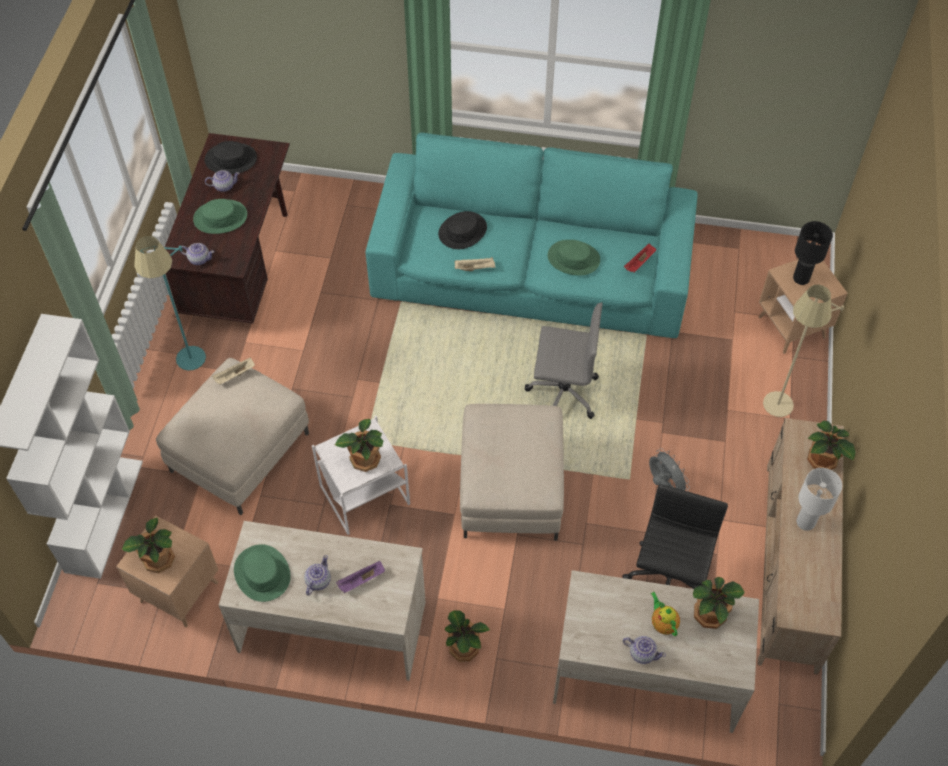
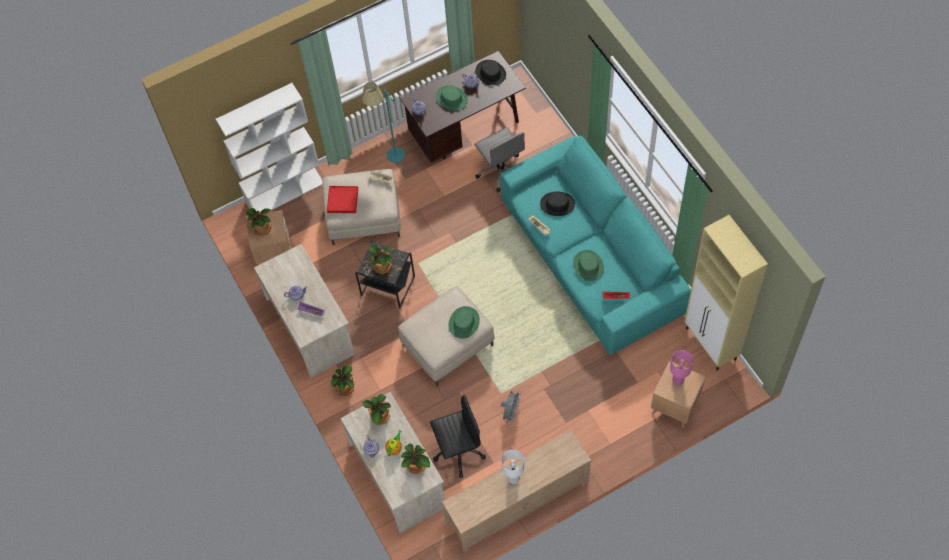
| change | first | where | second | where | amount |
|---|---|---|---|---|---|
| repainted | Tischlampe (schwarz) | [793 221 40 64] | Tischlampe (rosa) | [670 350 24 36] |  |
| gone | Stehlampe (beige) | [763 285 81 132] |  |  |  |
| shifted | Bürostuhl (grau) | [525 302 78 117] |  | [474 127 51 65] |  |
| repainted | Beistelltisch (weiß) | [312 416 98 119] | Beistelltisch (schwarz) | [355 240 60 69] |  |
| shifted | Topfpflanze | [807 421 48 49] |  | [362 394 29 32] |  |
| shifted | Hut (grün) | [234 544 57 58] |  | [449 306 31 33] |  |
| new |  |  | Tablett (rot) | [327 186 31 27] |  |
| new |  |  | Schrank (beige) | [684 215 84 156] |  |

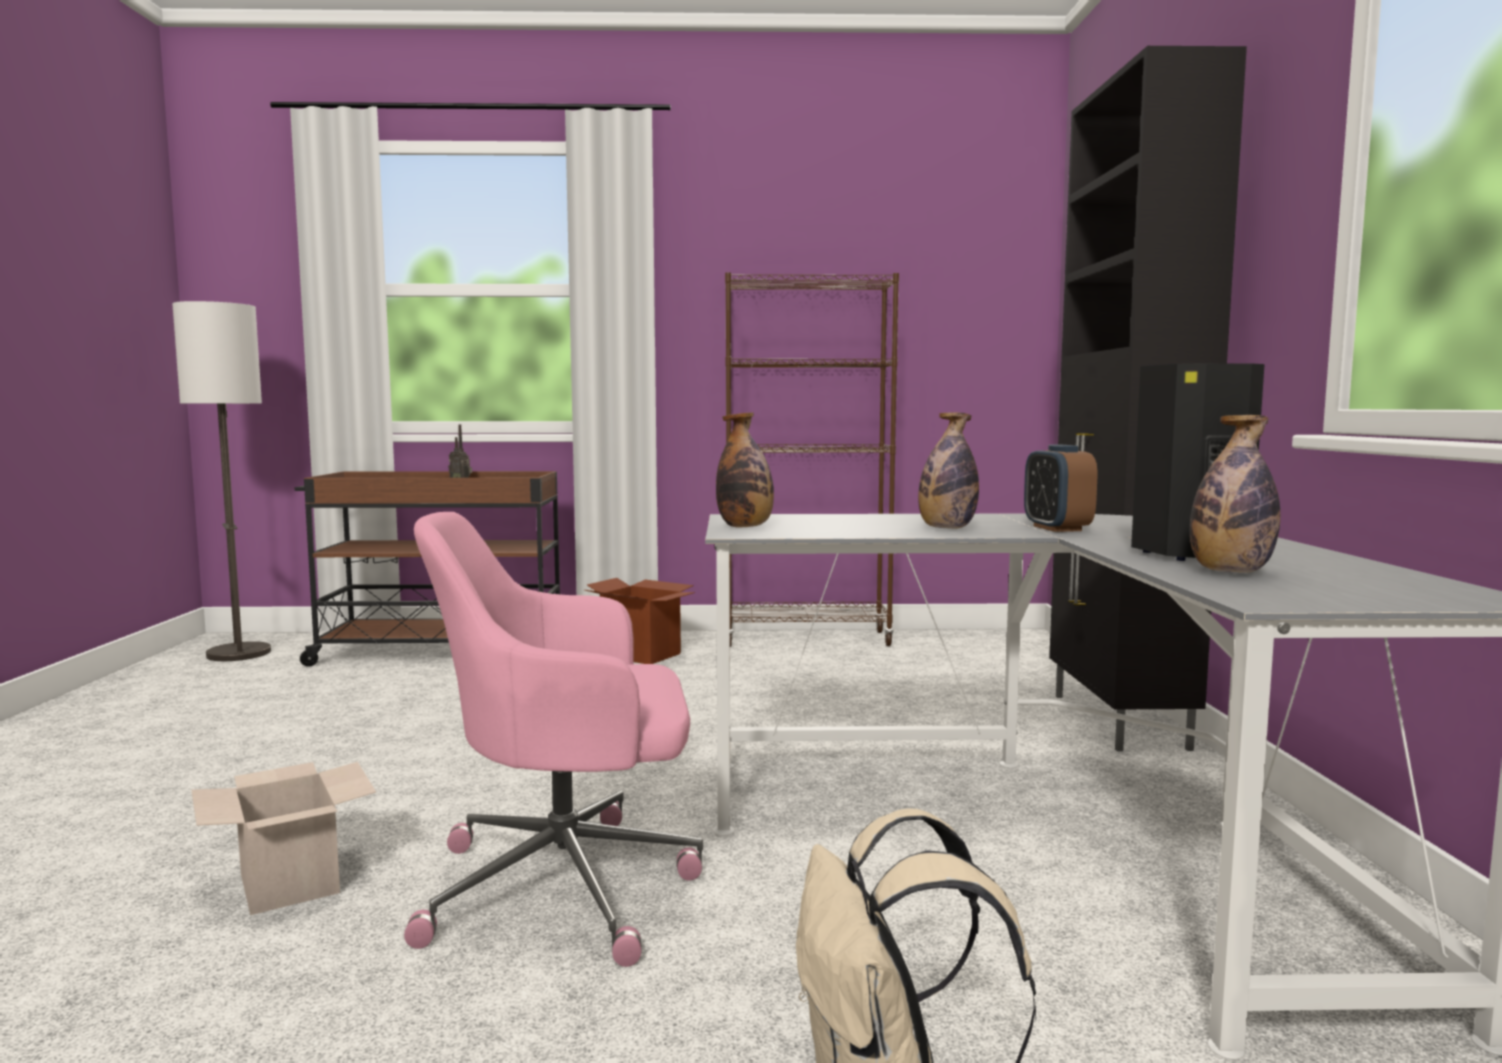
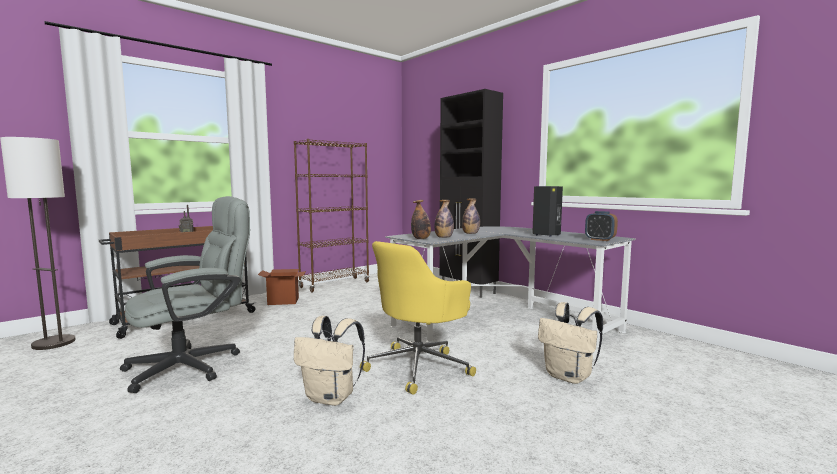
| change | first | where | second | where | amount |
|---|---|---|---|---|---|
| shifted | Flasche | [1190 415 90 158] |  | [435 200 19 38] |  |
| shifted | Wecker | [1024 445 73 87] |  | [585 211 33 30] |  |
| repainted | Bürostuhl (rosa) | [404 512 299 455] | Bürostuhl (gelb) | [360 241 116 154] |  |
| swapped | Karton | [191 762 185 153] | Rucksack (beige) | [294 316 71 90] |  |
| new |  |  | Bürostuhl (grau) | [120 196 130 197] |  |

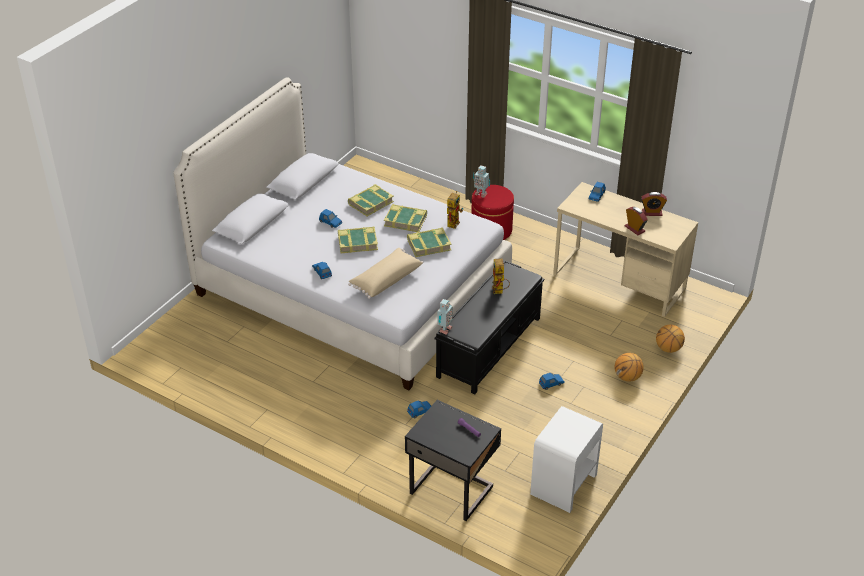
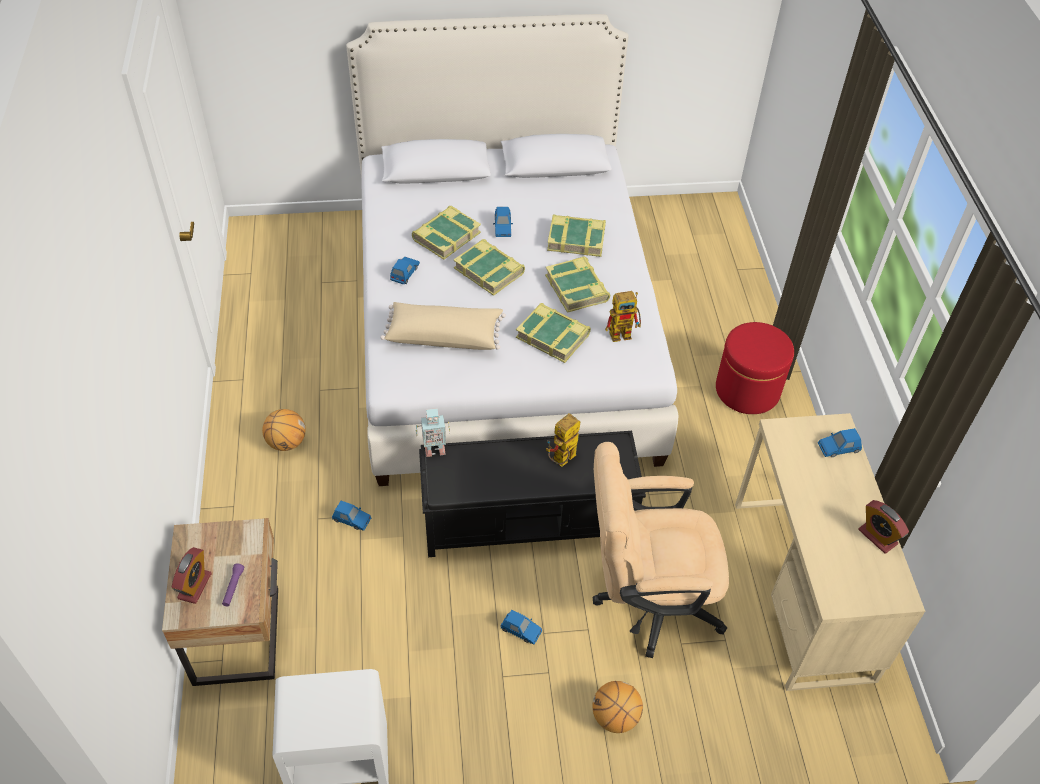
| change | first | where | second | where | amount |
|---|---|---|---|---|---|
| gone | Spielzeugroboter | [473 165 17 33] |  |  |  |
| shifted | Wecker | [625 207 23 28] |  | [172 547 40 57] |  |
| shifted | Basketball | [656 324 29 29] |  | [262 409 44 42] |  |
| repainted | Nachttisch (schwarz) | [405 400 96 121] | Nachttisch (beige) | [162 518 116 168] |  |
| new |  |  | Buch | [412 206 69 54] |  |
| new |  |  | Bürostuhl (beige) | [593 442 136 216] |  |

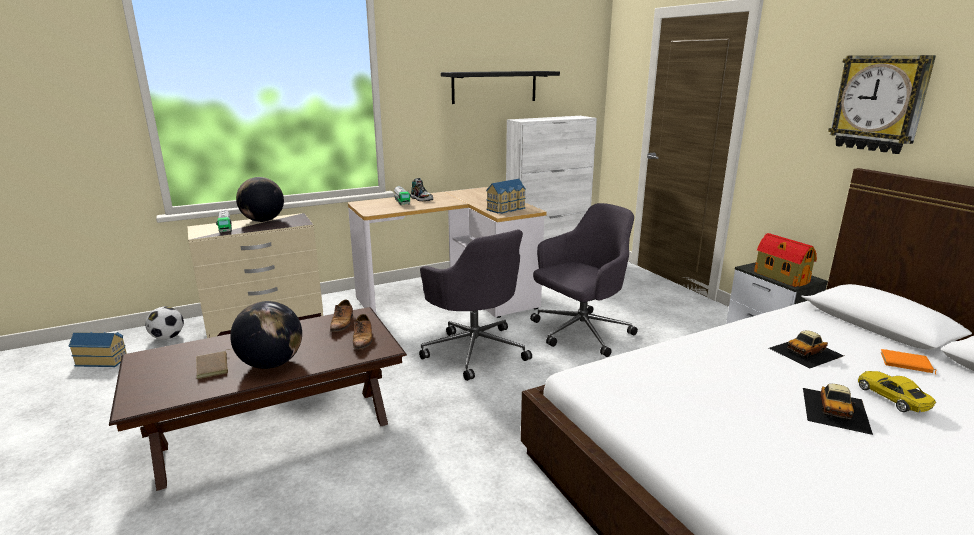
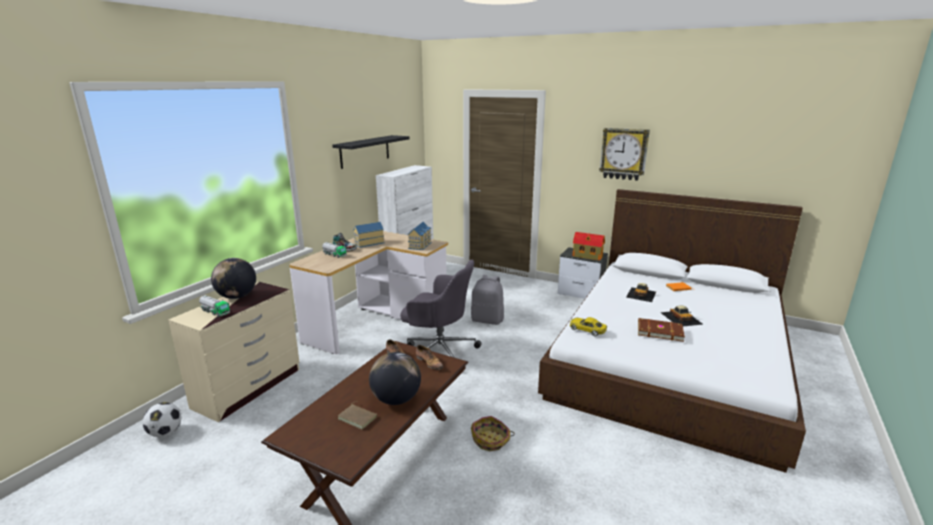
| change | first | where | second | where | amount |
|---|---|---|---|---|---|
| swapped | Bürostuhl (grau) | [530 203 108 154] | Rucksack (grau) | [471 275 33 50] |  |
| shifted | Spielzeughaus | [69 332 58 35] |  | [353 222 31 26] |  |
| shifted | Spielzeugauto (gelb) | [858 371 78 41] |  | [570 317 37 20] |  |
| new |  |  | Buch (braun) | [638 318 47 24] |  |
| new |  |  | Korb | [471 416 44 35] |  |

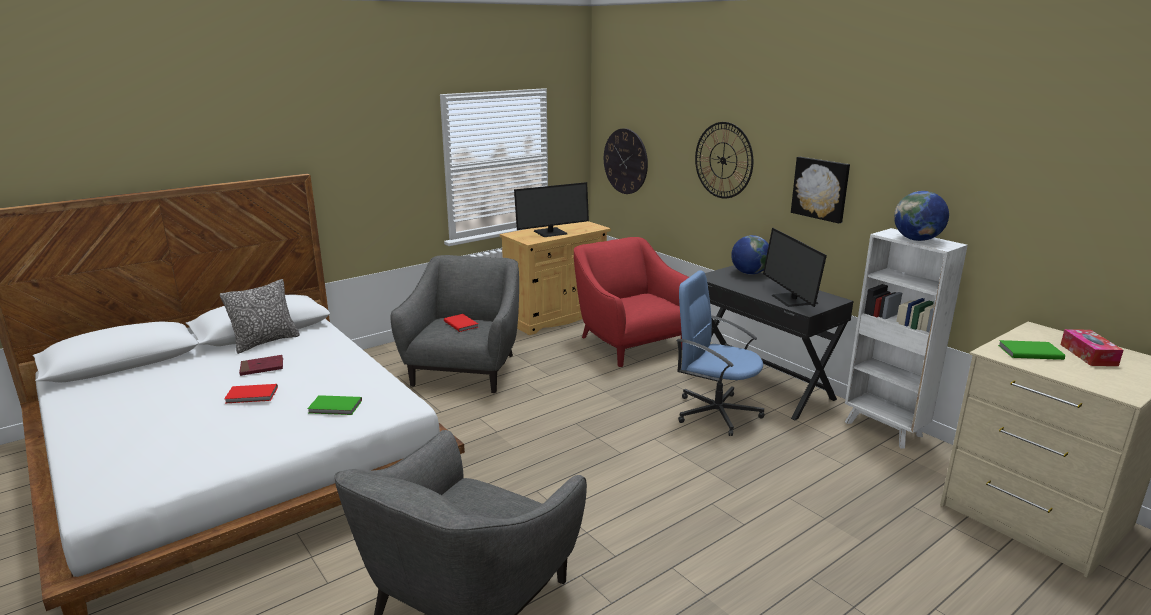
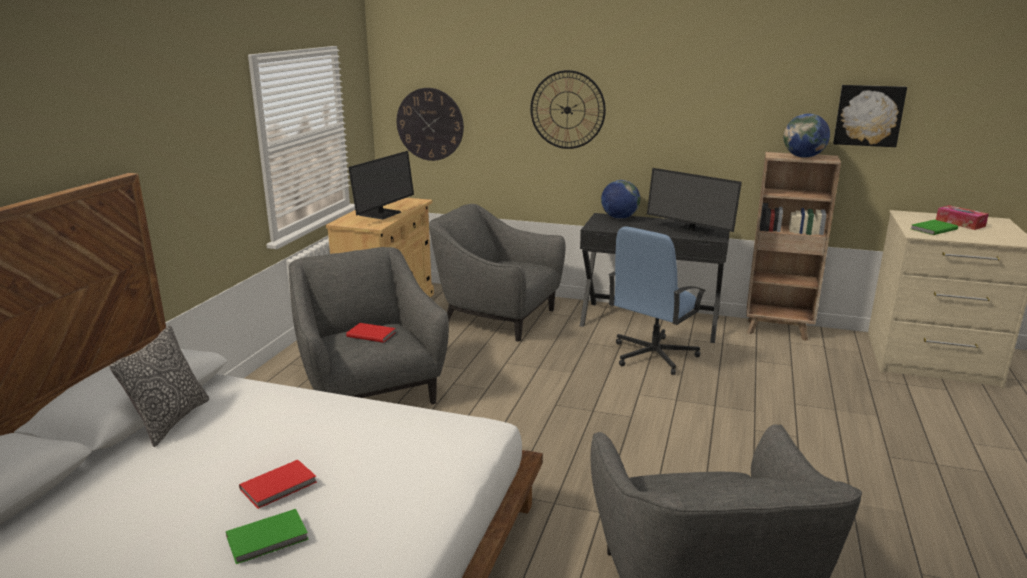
| change | first | where | second | where | amount |
|---|---|---|---|---|---|
| shifted | Bild | [791 157 59 67] |  | [833 85 74 62] |  |
| repainted | Bücherregal (weiß) | [845 228 123 221] | Bücherregal (braun) | [746 152 95 189] |  |
| repainted | Sessel (rot) | [574 237 115 130] | Sessel (grau) | [429 204 137 138] |  |
| rotated | Bürostuhl (blau) | [676 270 89 166] |  | [608 226 98 149] | 45 degrees counterclockwise |
| gone | Buch (rot) | [239 355 44 21] |  |  |  |
| shifted | Buch (grün) | [307 395 55 20] |  | [226 509 83 55] |  |

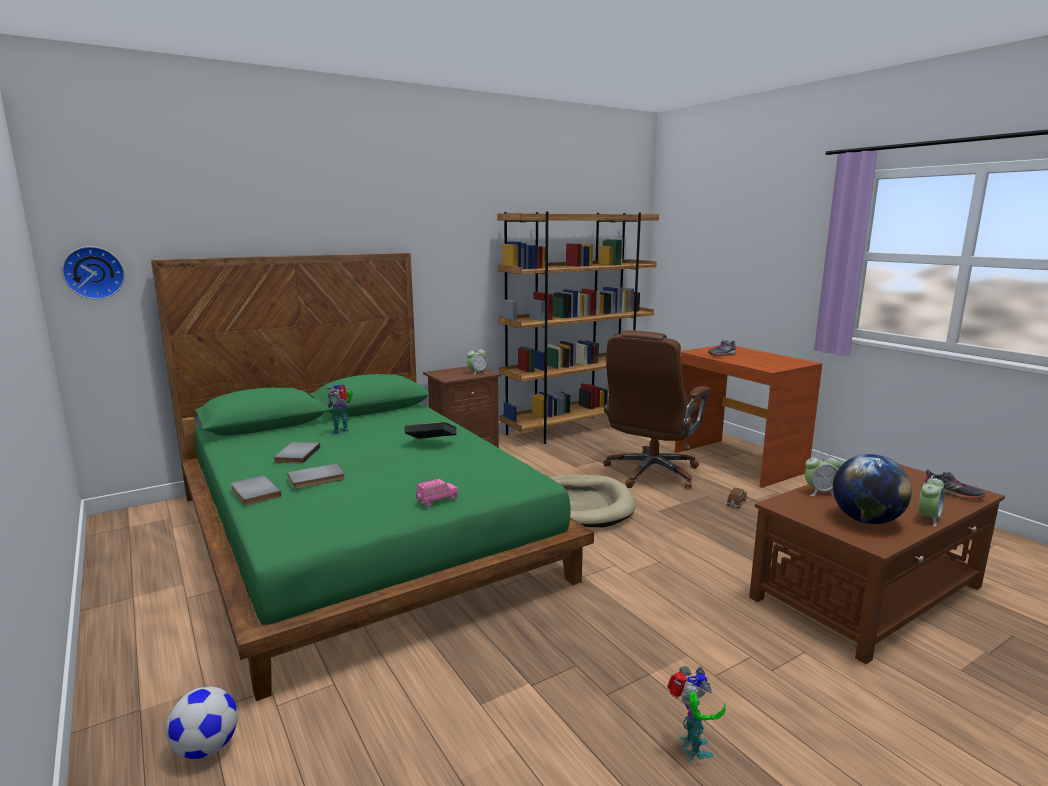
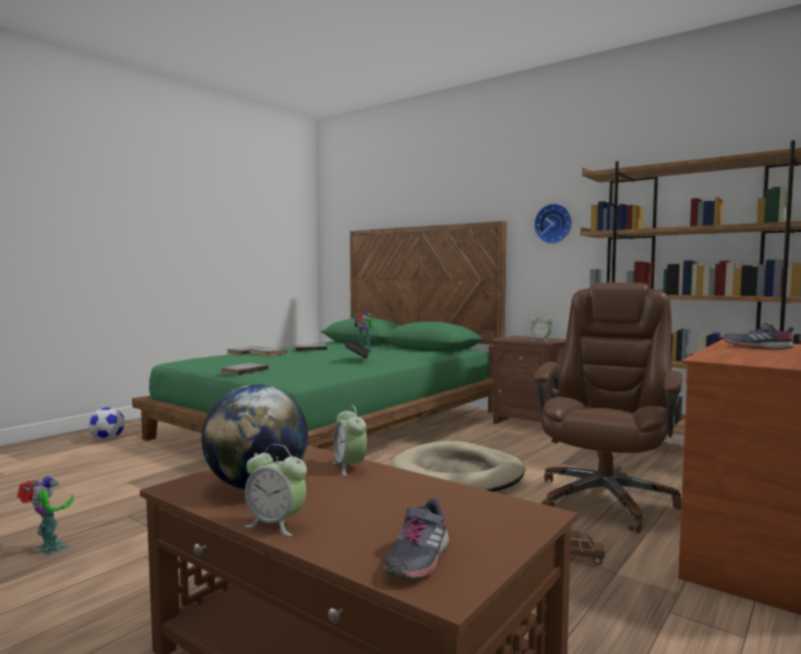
| change | first | where | second | where | amount |
|---|---|---|---|---|---|
| shifted | Wanduhr | [62 246 63 54] |  | [534 204 38 40] |  |
| rotated | Bürostuhl (braun) | [603 330 108 159] |  | [534 282 149 251] | 105 degrees clockwise |
| swapped | Spielzeugauto (rosa) | [416 479 42 29] | Buch (grau) | [221 363 48 12] |  |
| rotated | Spielzeugroboter | [667 666 59 95] |  | [17 476 57 80] | 120 degrees counterclockwise |

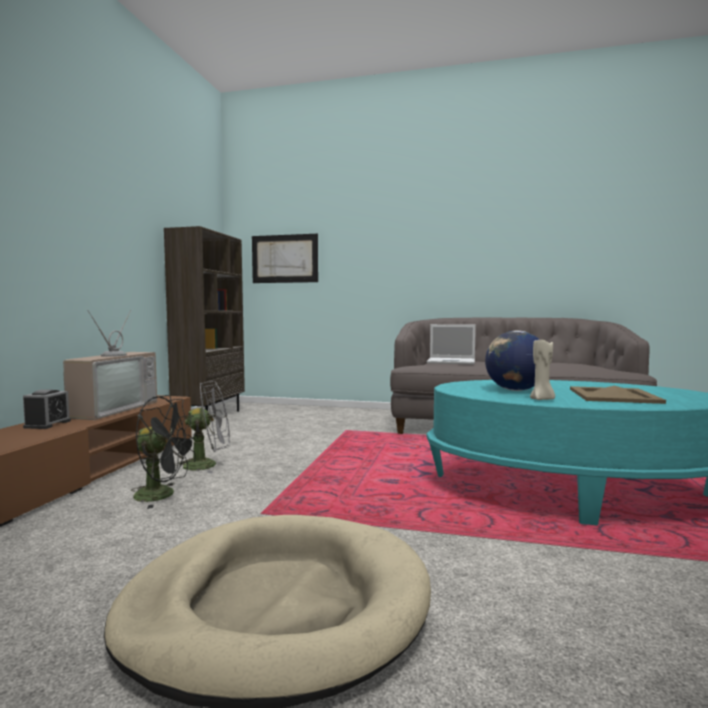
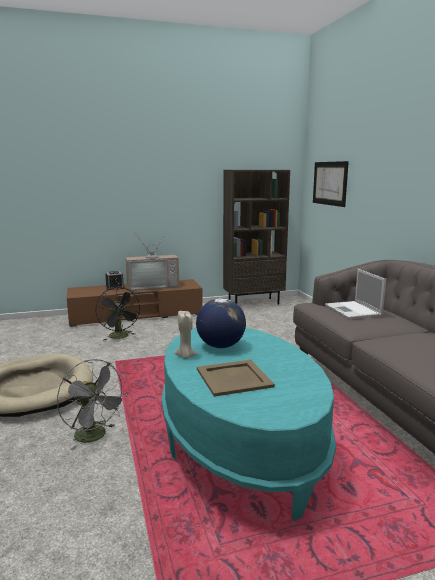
| change | first | where | second | where | amount |
|---|---|---|---|---|---|
| shifted | Ventilator (grau) | [175 381 55 93] |  | [57 359 71 91] |  |

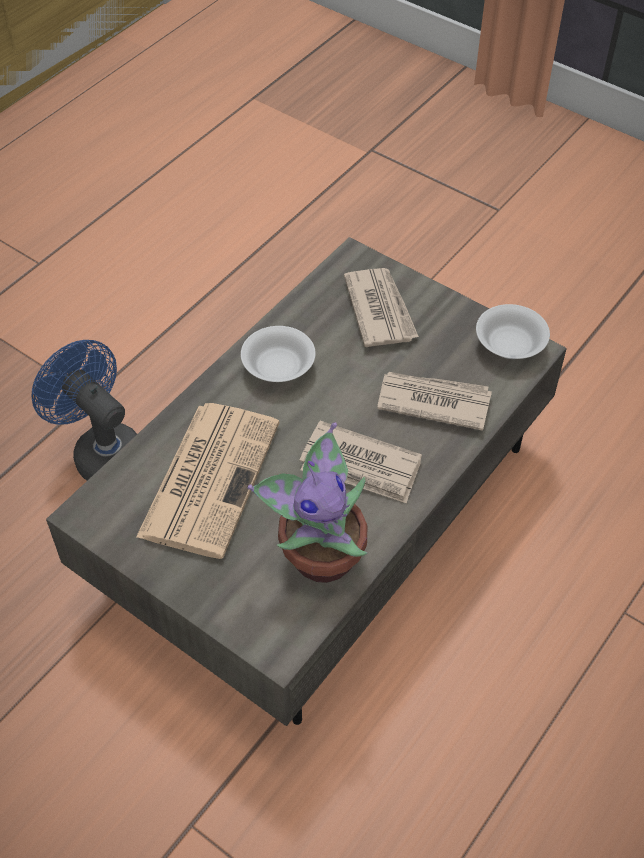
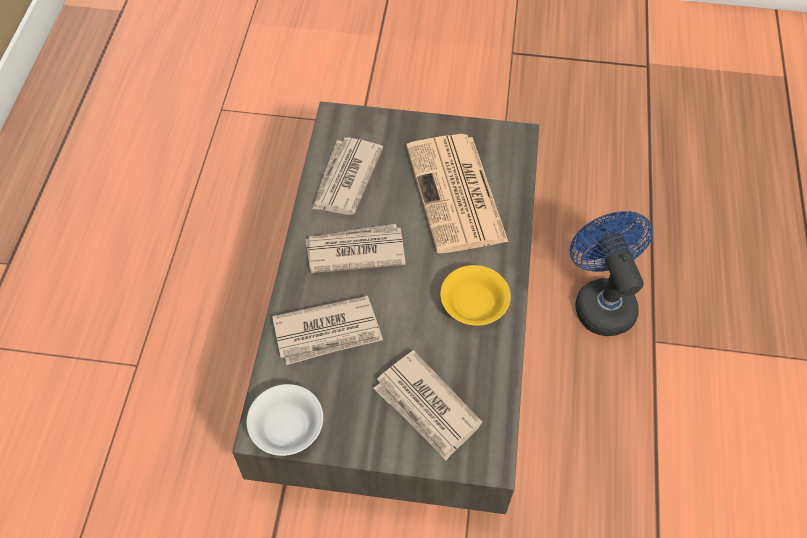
| change | first | where | second | where | amount |
|---|---|---|---|---|---|
| repainted | Schüssel (weiß) | [241 326 75 56] | Schüssel (gelb) | [440 265 71 61] |  |
| rotated | Ventilator (blau) | [32 340 105 141] |  | [569 211 84 125] | 120 degrees counterclockwise |
| swapped | Topfpflanze | [248 422 119 161] | Zeitung | [312 137 71 78] |  |

